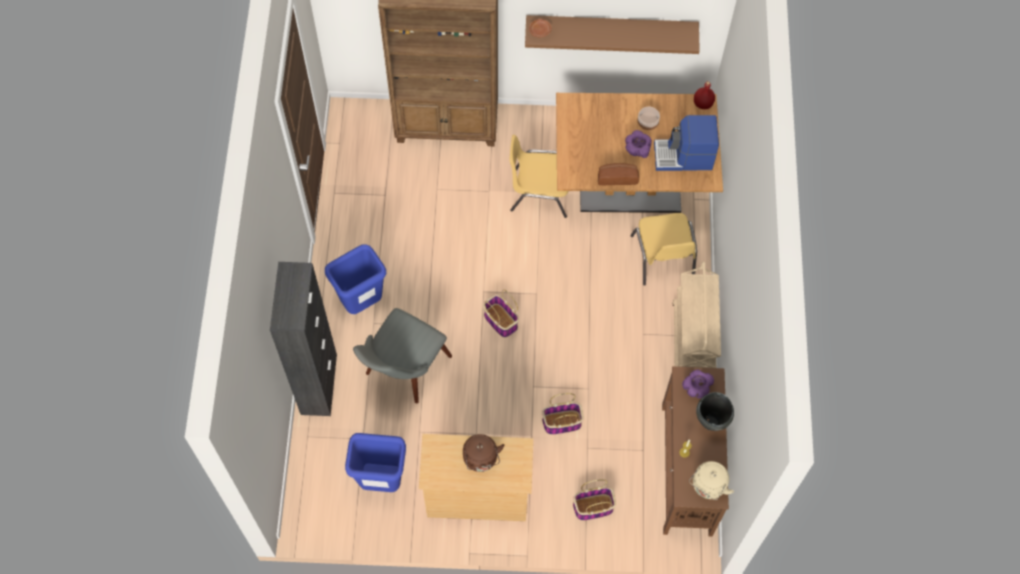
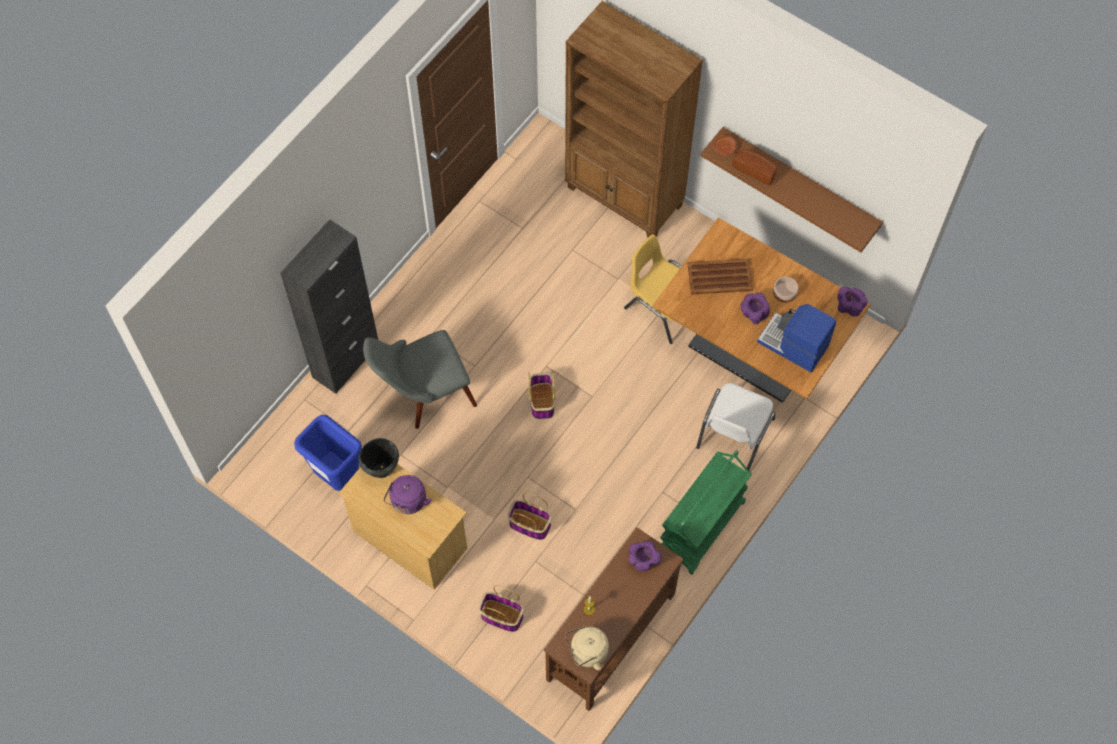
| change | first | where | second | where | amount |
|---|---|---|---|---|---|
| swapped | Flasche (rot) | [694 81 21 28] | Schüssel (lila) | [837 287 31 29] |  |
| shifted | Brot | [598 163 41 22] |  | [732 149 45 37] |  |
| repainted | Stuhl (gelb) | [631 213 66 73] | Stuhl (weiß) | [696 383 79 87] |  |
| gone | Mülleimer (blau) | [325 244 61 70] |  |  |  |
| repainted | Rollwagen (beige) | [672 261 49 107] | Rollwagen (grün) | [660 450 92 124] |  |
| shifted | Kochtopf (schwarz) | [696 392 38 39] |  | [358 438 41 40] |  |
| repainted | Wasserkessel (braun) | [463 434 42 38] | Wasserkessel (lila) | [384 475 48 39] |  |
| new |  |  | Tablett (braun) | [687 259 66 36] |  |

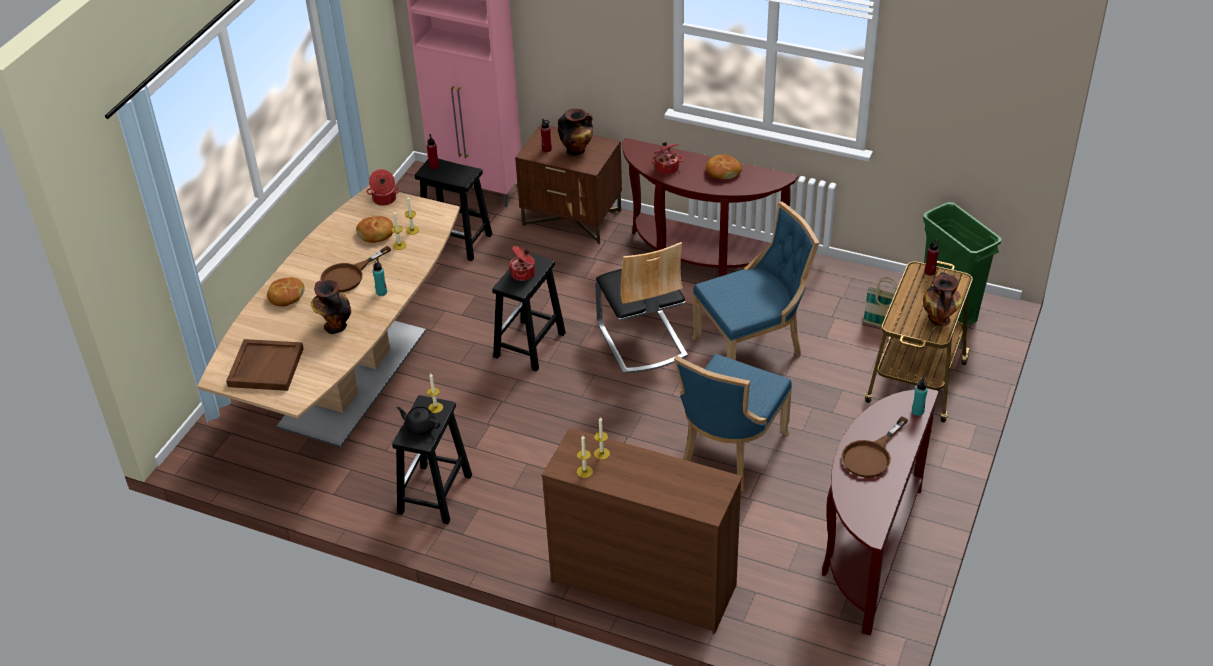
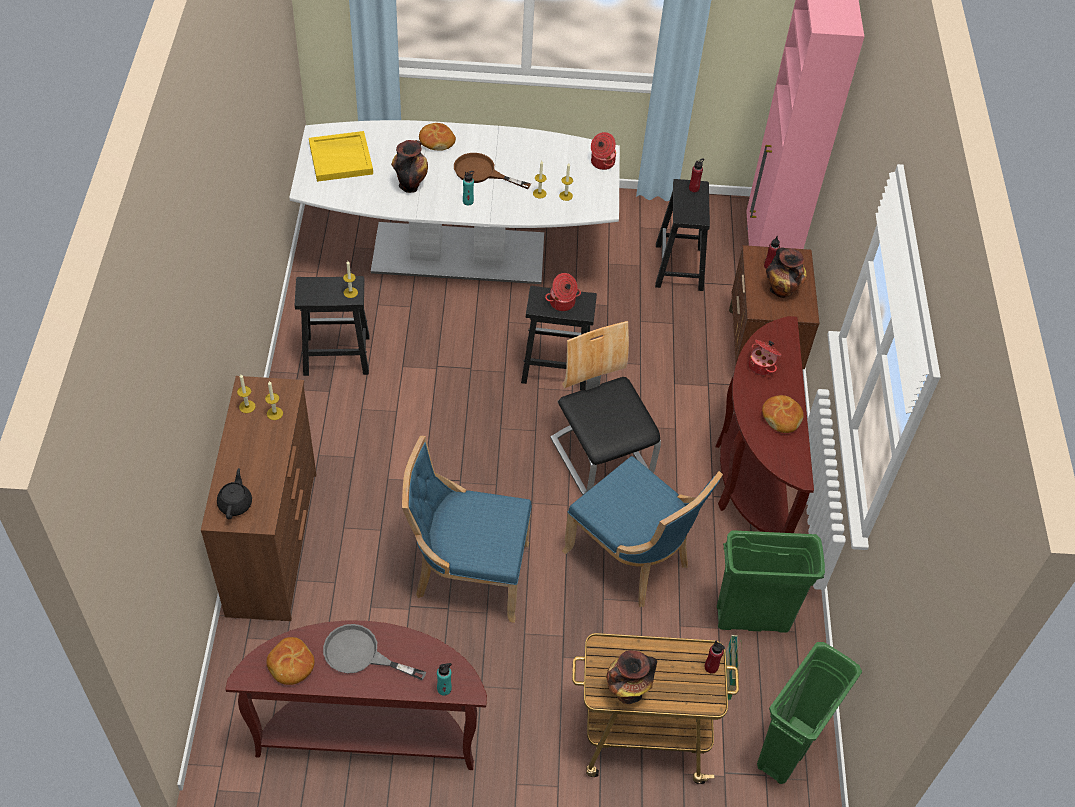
| change | first | where | second | where | amount |
|---|---|---|---|---|---|
| repainted | Esstisch (braun) | [197 185 263 263] | Esstisch (weiß) | [289 120 331 164] |  |
| shifted | Brot | [356 216 37 27] |  | [267 637 48 48] |  |
| rotated | Stuhl | [595 242 93 131] |  | [550 321 111 174] | 105 degrees clockwise |
| repainted | Tablett (braun) | [226 339 78 52] | Tablett (gelb) | [309 131 64 51] |  |
| shifted | Teekanne (schwarz) | [396 406 44 29] |  | [217 468 35 51] |  |
| repainted | Pfanne (braun) | [842 416 66 62] | Pfanne (grau) | [323 624 103 56] |  |
| new |  |  | Mülleimer (grün) | [717 530 108 103] |  |

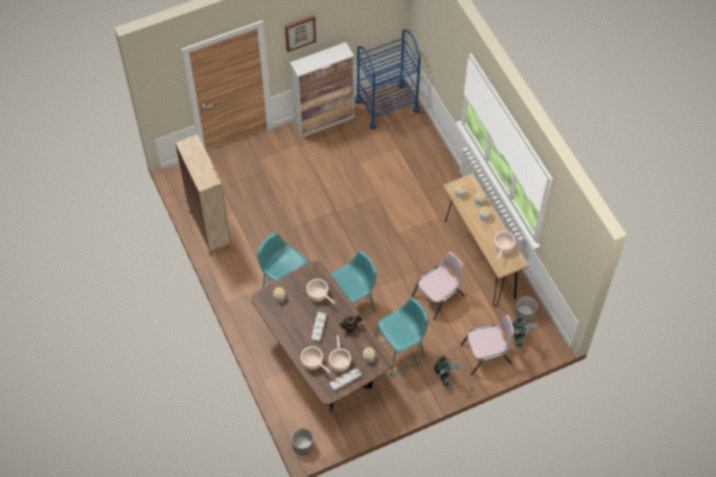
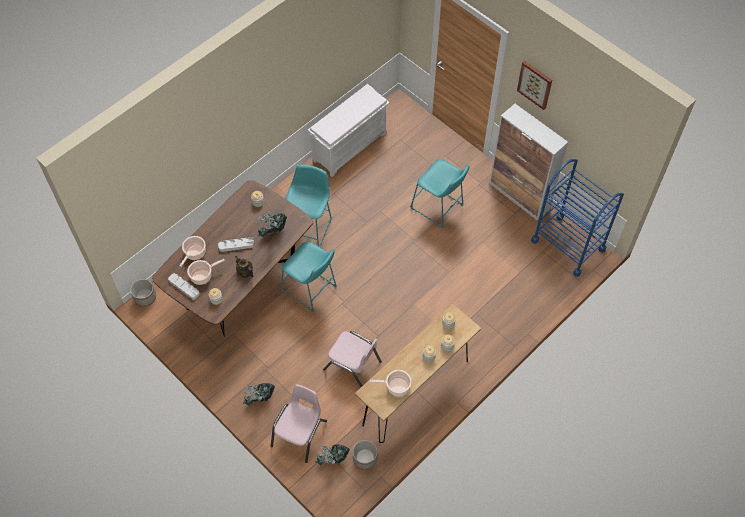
| change | first | where | second | where | amount |
|---|---|---|---|---|---|
| swapped | Bücherregal (beige) | [175 134 57 122] | Bank (weiß) | [307 84 83 93] |  |
| swapped | Kochtopf | [306 279 29 25] | Topfpflanze | [258 211 29 27] |  |
| shifted | Hocker (türkis) | [376 297 53 80] |  | [410 159 60 69] |  |
| rotated | Stuhl (rosa) | [461 315 53 60] |  | [271 384 56 79] | 120 degrees counterclockwise |

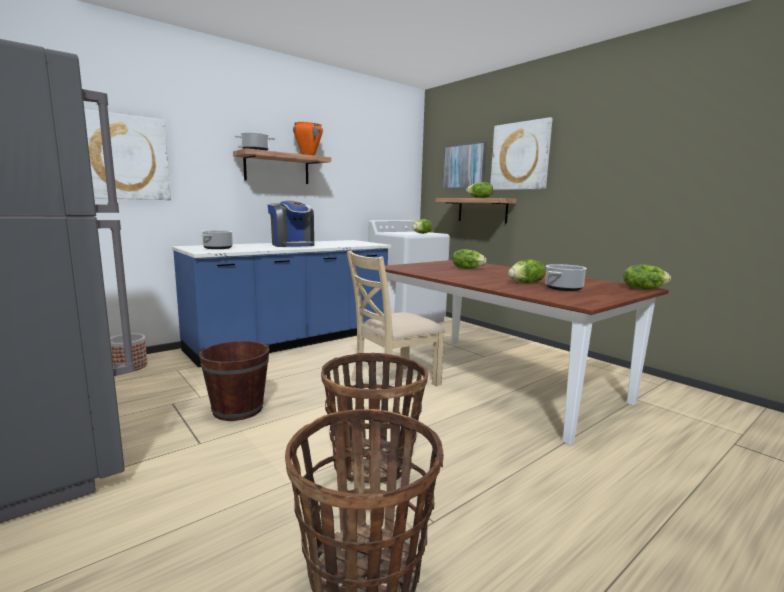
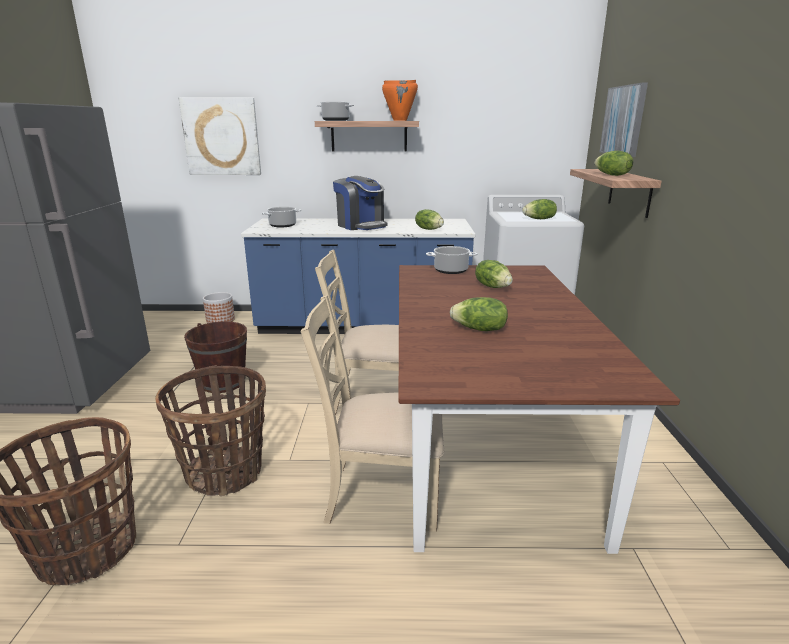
| change | first | where | second | where | amount |
|---|---|---|---|---|---|
| gone | Bild | [490 117 63 73] |  |  |  |
| rotated | Kaffeemaschine | [268 201 46 46] |  | [333 176 55 54] | 45 degrees counterclockwise |
| shifted | Kochtopf | [545 264 42 27] |  | [426 246 52 28] |  |
| shifted | Salatkopf | [623 264 48 25] |  | [415 209 29 21] |  |
| new |  |  | Stuhl (beige) | [300 295 144 237] |  |

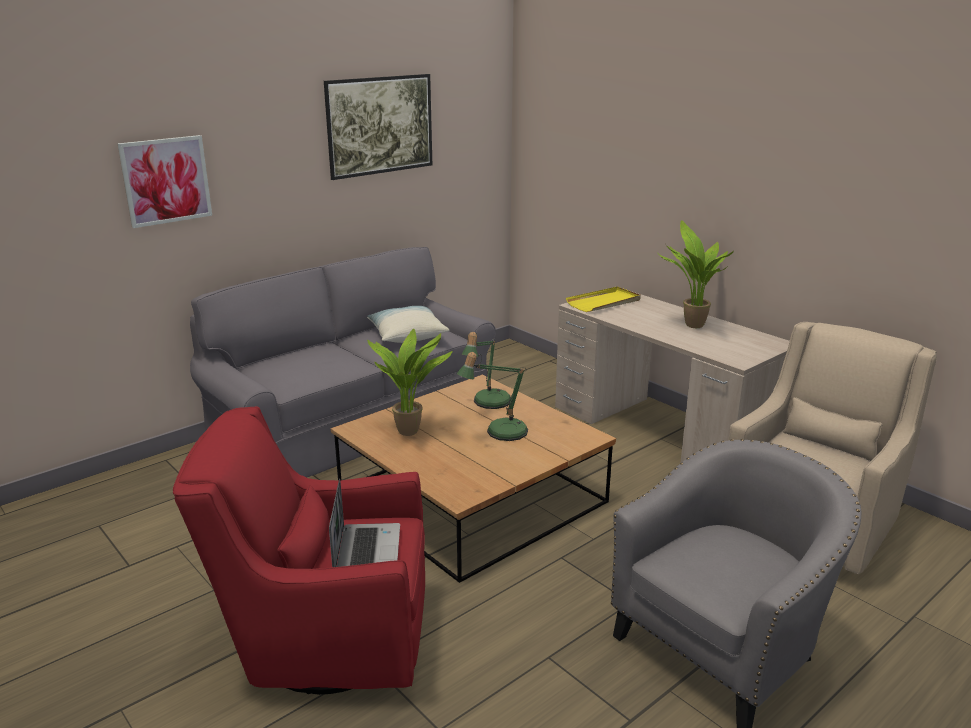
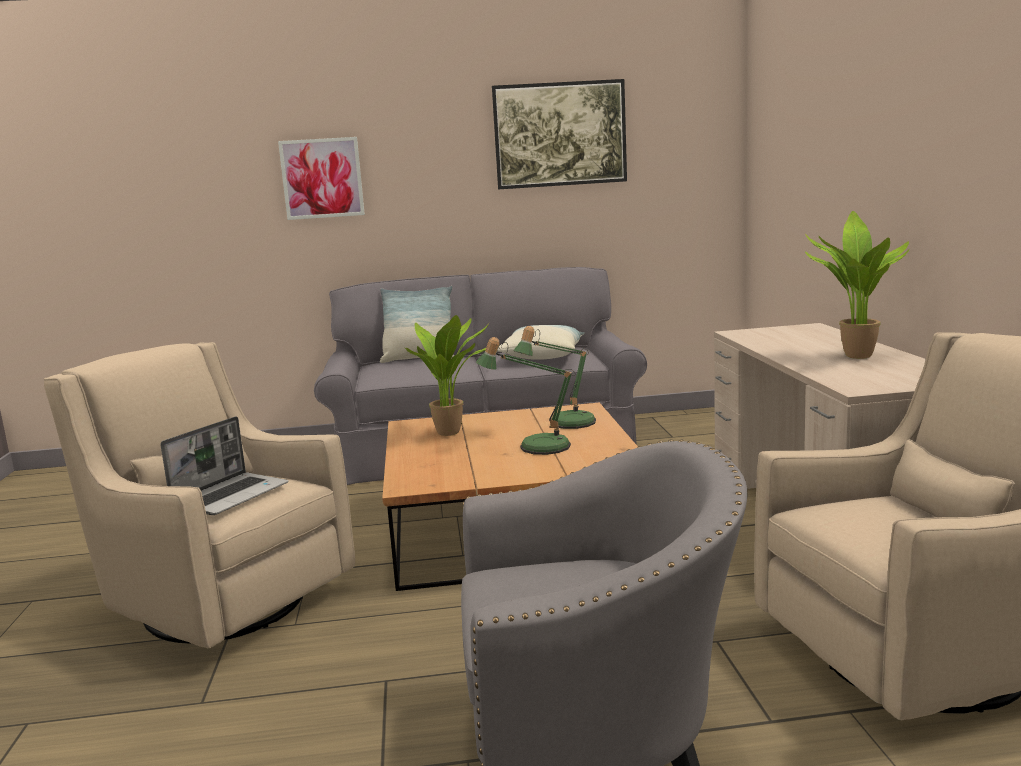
| change | first | where | second | where | amount |
|---|---|---|---|---|---|
| gone | Tablett (gelb) | [566 287 75 25] |  |  |  |
| repainted | Sessel (rot) | [173 406 252 289] | Sessel (beige) | [44 342 311 307] |  |
| new |  |  | Kissen | [380 286 74 77] |  |

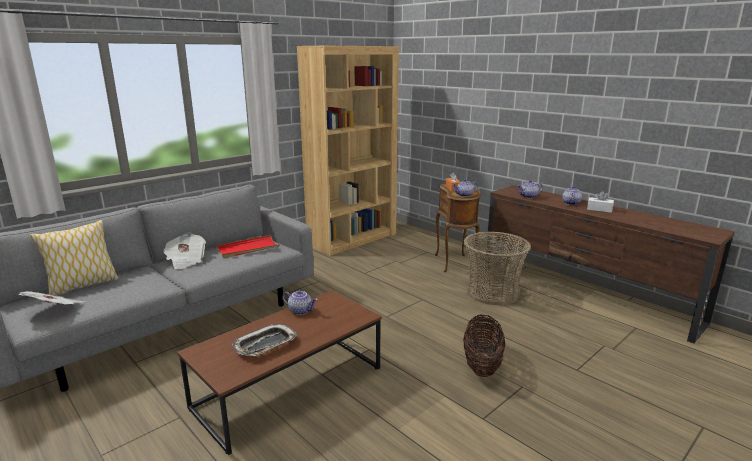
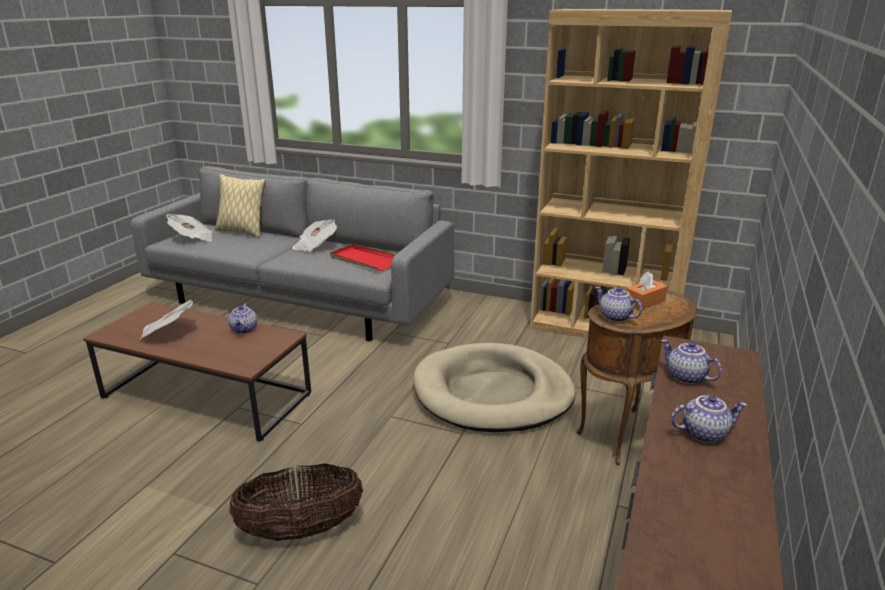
| change | first | where | second | where | amount |
|---|---|---|---|---|---|
| gone | Taschentuchbox (weiß) | [587 191 27 22] |  |  |  |
| gone | Korb | [464 232 67 73] |  |  |  |
| swapped | Tablett | [232 324 65 32] | Zeitung | [140 299 53 40] |  |
| new |  |  | Hundebett (beige) | [413 343 162 89] |  |

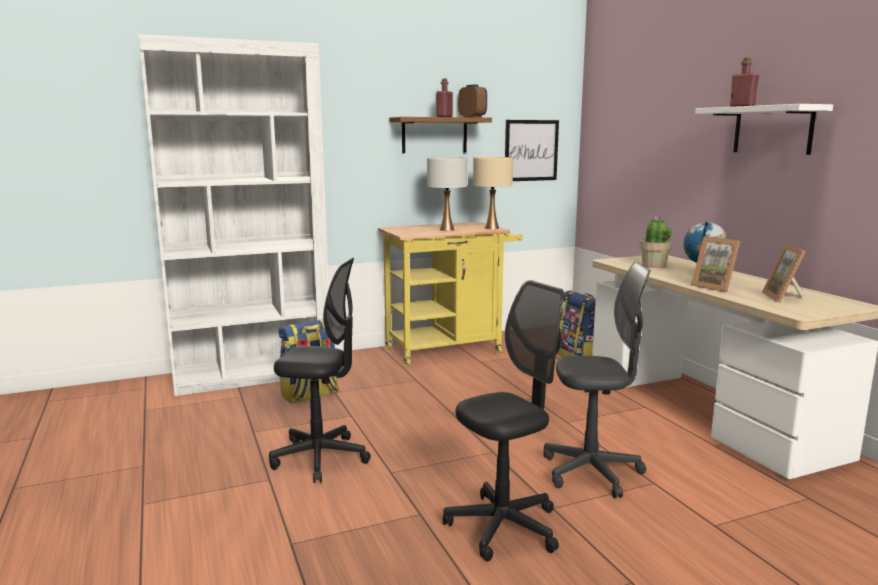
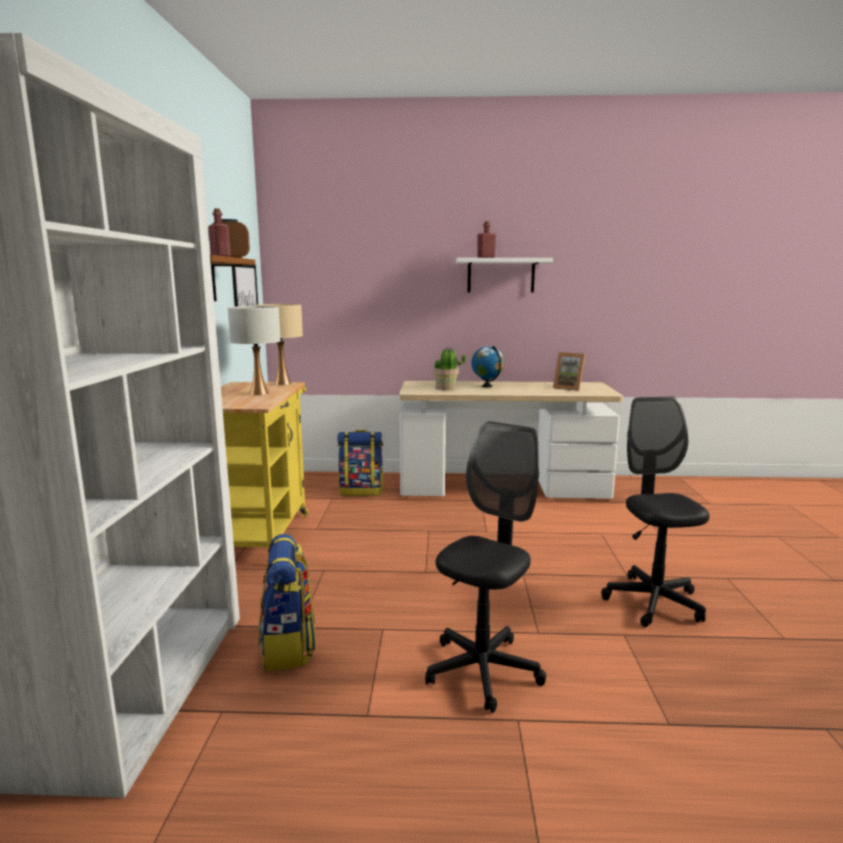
| change | first | where | second | where | amount |
|---|---|---|---|---|---|
| gone | Bilderrahmen | [691 236 49 56] |  |  |  |
| gone | Bürostuhl (grau) | [544 262 106 236] |  |  |  |

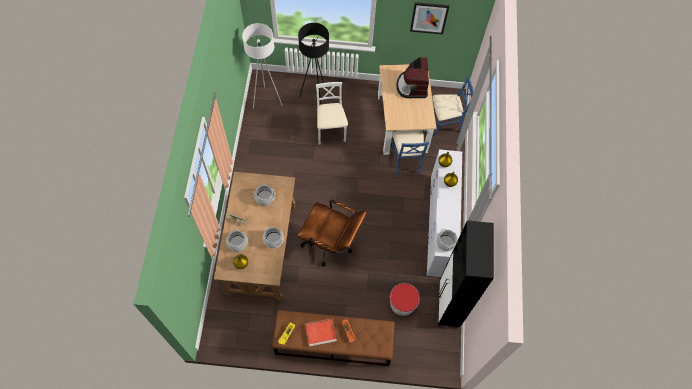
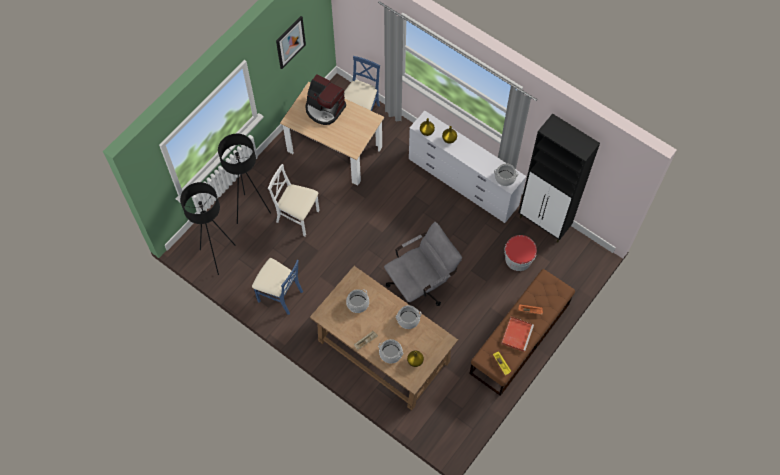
| change | first | where | second | where | amount |
|---|---|---|---|---|---|
| repainted | Stehlampe (weiß) | [242 23 41 86] | Stehlampe (schwarz) | [180 182 56 93] |  |
| shifted | Stuhl (blau) | [391 130 38 45] |  | [252 258 51 57] |  |
| repainted | Bürostuhl (braun) | [298 200 69 67] | Bürostuhl (grau) | [384 222 78 84] |  |

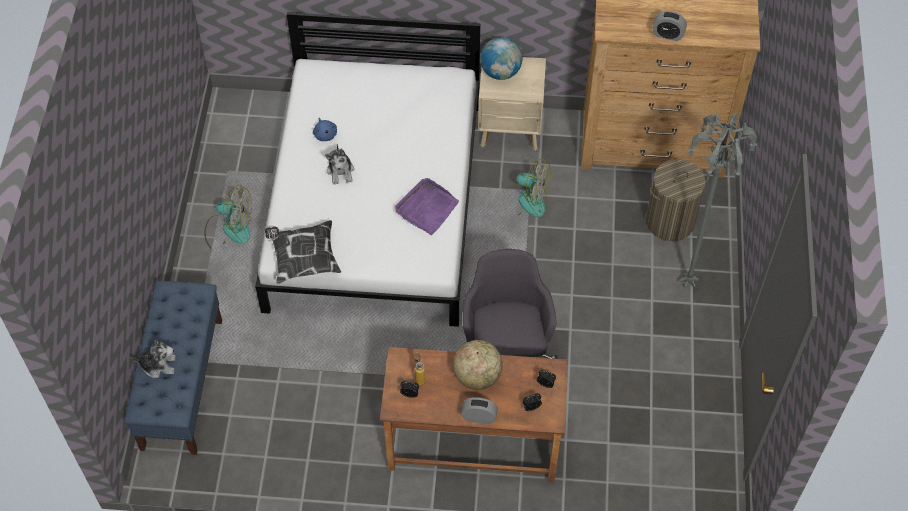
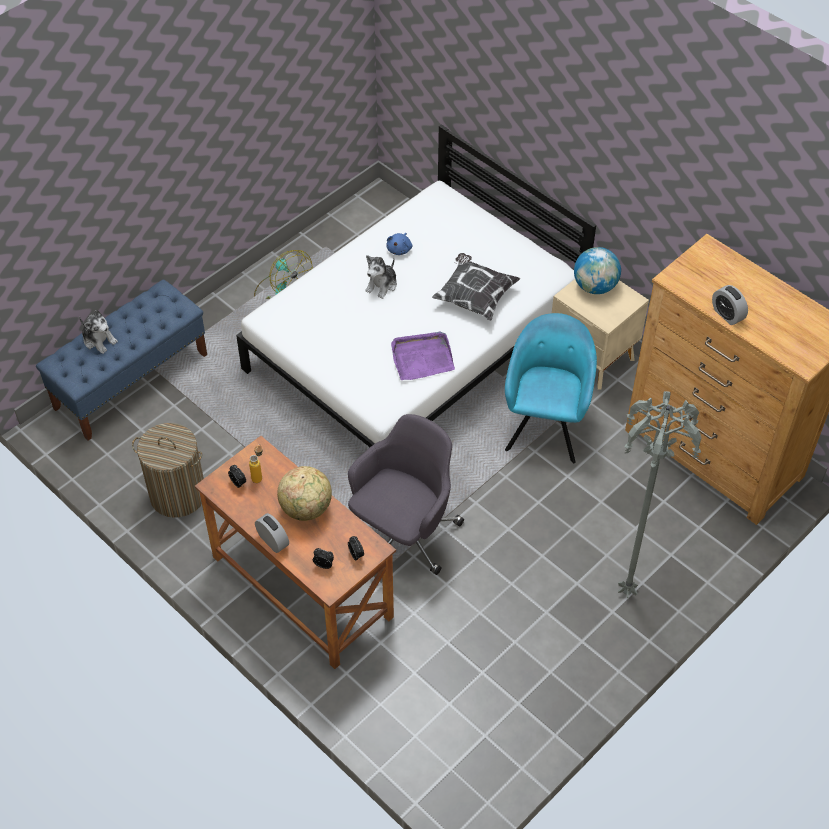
| change | first | where | second | where | amount |
|---|---|---|---|---|---|
| swapped | Ventilator | [506 158 45 59] | Sessel (türkis) | [505 313 92 150] |  |
| shifted | Wäschekorb | [646 159 63 82] |  | [132 423 72 95] |  |
| shifted | Kissen | [265 220 76 64] |  | [432 253 88 68] |  |

